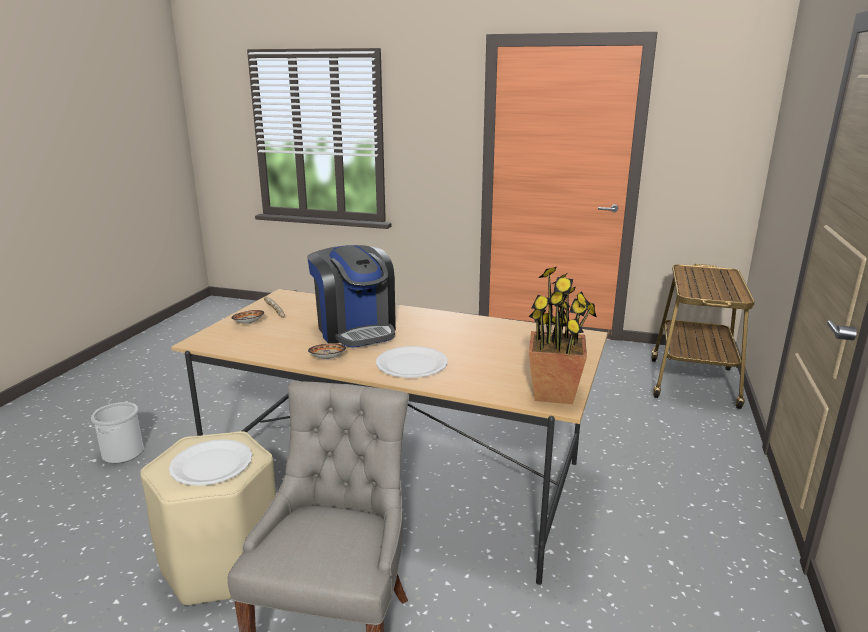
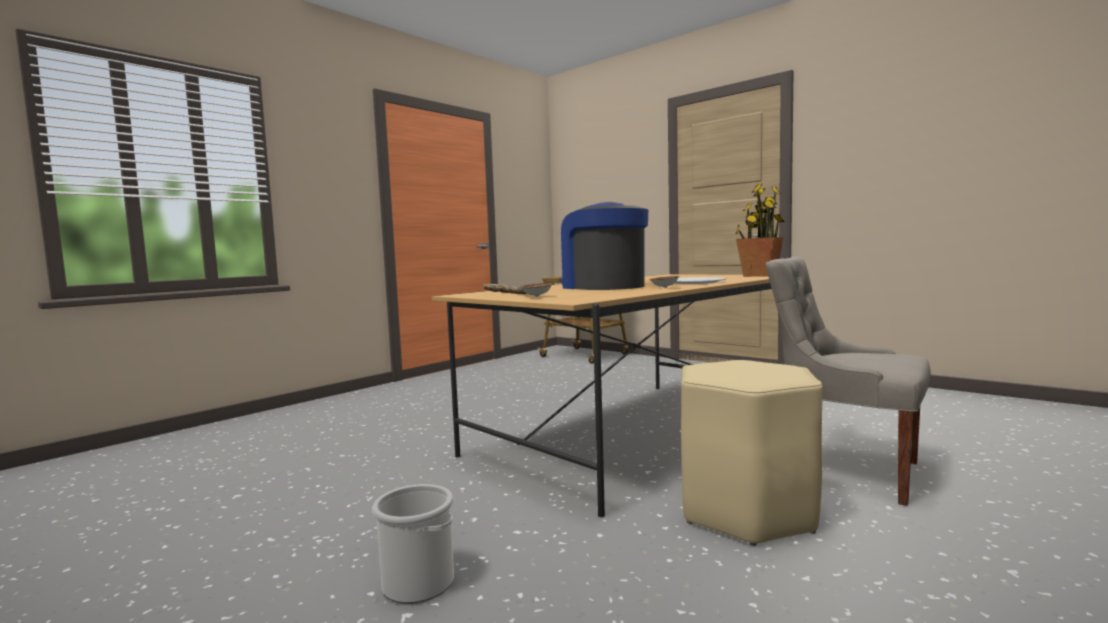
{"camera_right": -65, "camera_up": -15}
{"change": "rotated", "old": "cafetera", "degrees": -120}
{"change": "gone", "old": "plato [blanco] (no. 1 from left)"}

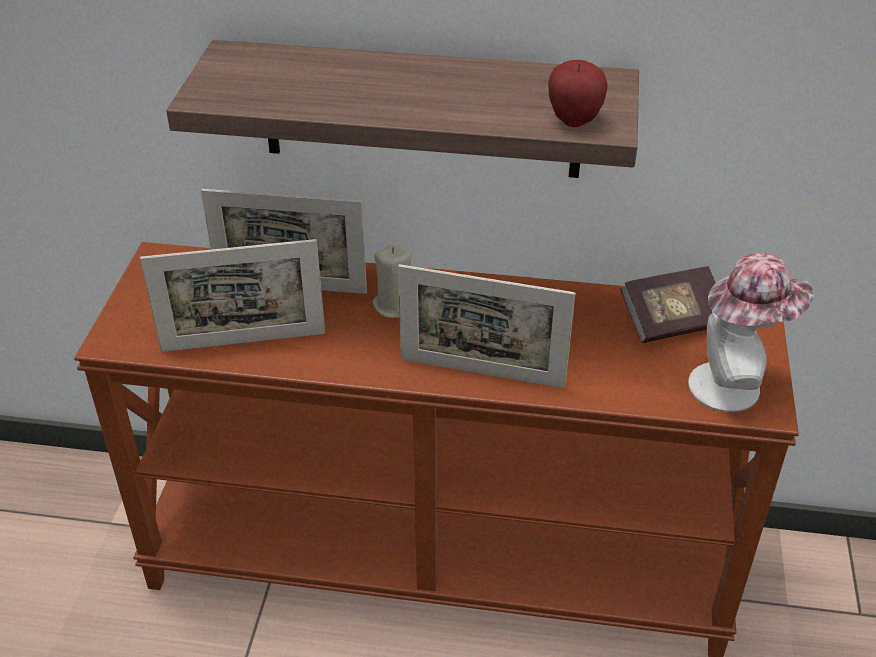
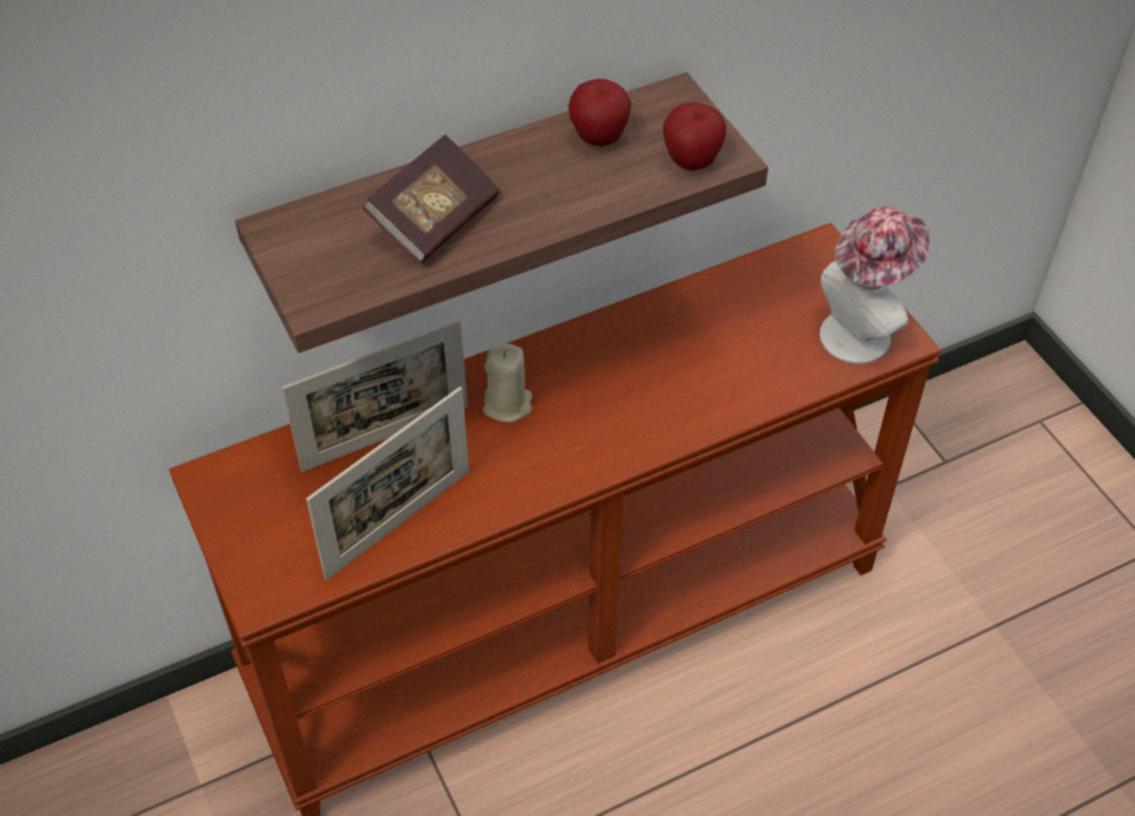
{"camera_right": -35, "camera_up": 10}
{"change": "shifted", "old": "libro"}
{"change": "new", "new": "manzana (no. 1 from left)"}
{"change": "gone", "old": "portarretratos (no. 3 from left)"}

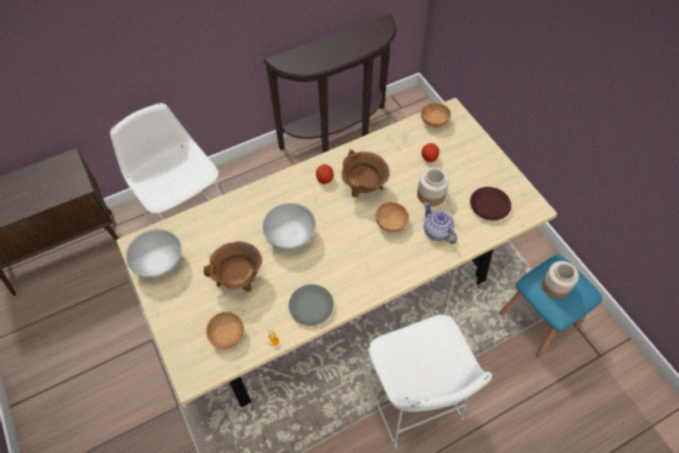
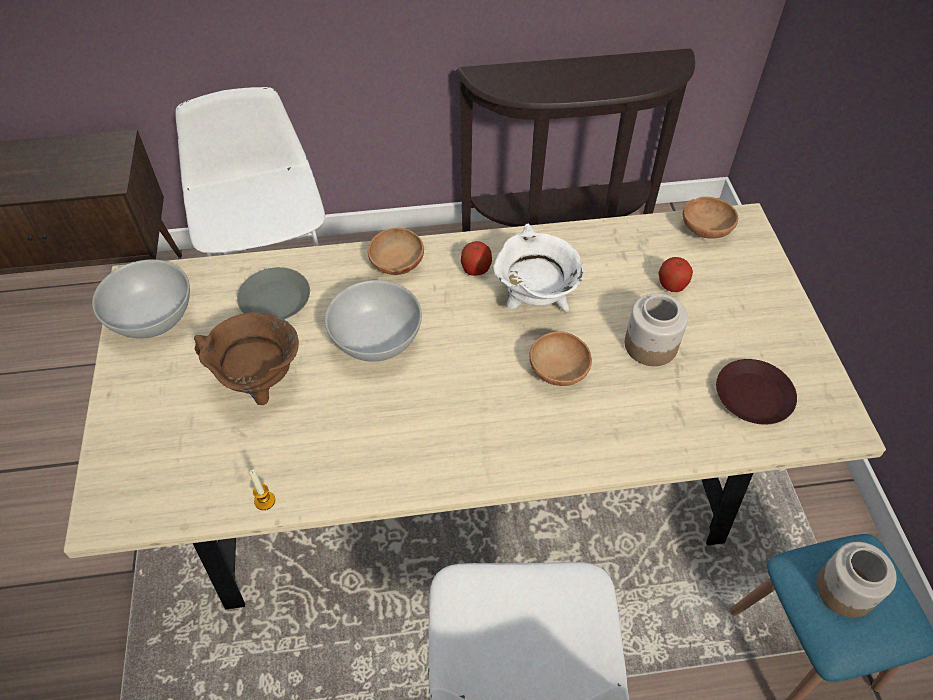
{"camera_right": 20, "camera_up": -5}
{"change": "shifted", "old": "plato [gris]"}
{"change": "shifted", "old": "cuenco [marrón] (no. 1 from left)"}
{"change": "repainted", "old": "olla [marrón] (no. 2 from left)", "new": "olla [blanco]"}
{"change": "gone", "old": "tetera"}

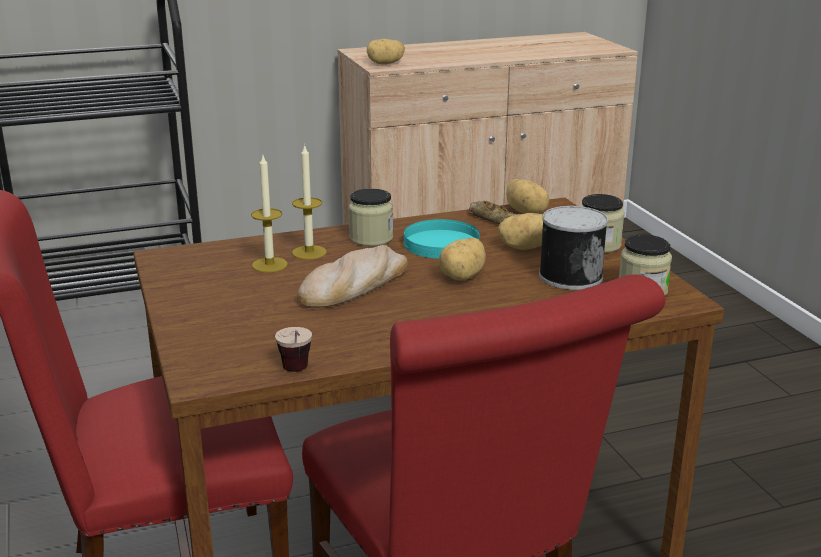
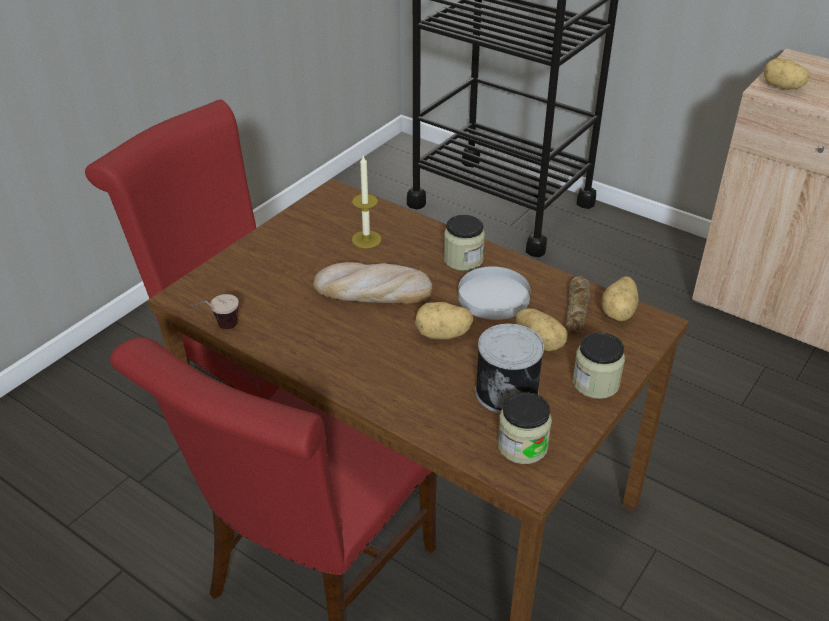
{"camera_right": 55, "camera_up": 15}
{"change": "repainted", "old": "plato [turquesa]", "new": "plato [blanco]"}
{"change": "gone", "old": "vela (no. 2 from left)"}

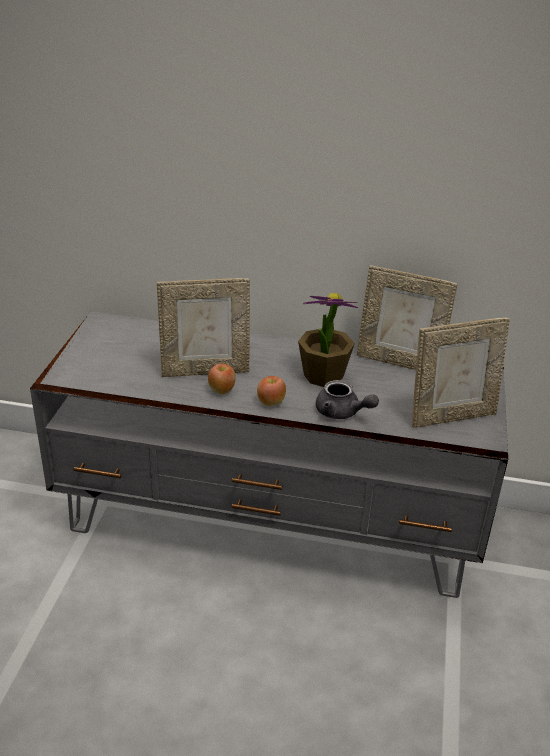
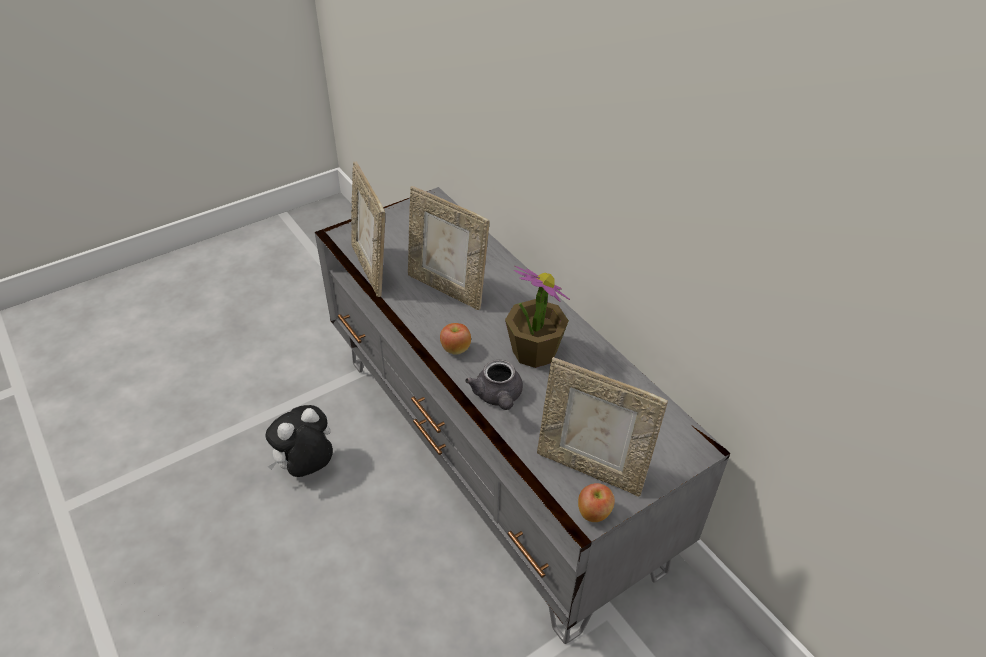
{"camera_right": 45, "camera_up": 10}
{"change": "new", "new": "peluche"}
{"change": "shifted", "old": "portarretratos (no. 2 from left in the first image)", "new": "portarretratos (no. 1 from left)"}
{"change": "shifted", "old": "manzana (no. 1 from left in the first image)", "new": "manzana (no. 2 from left)"}

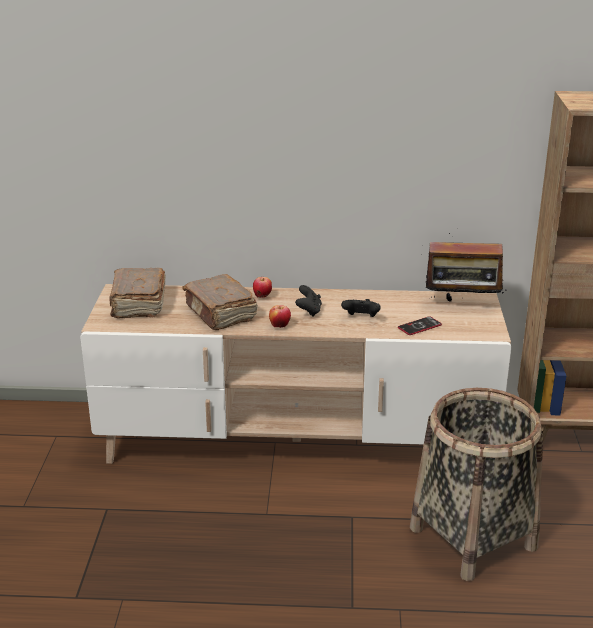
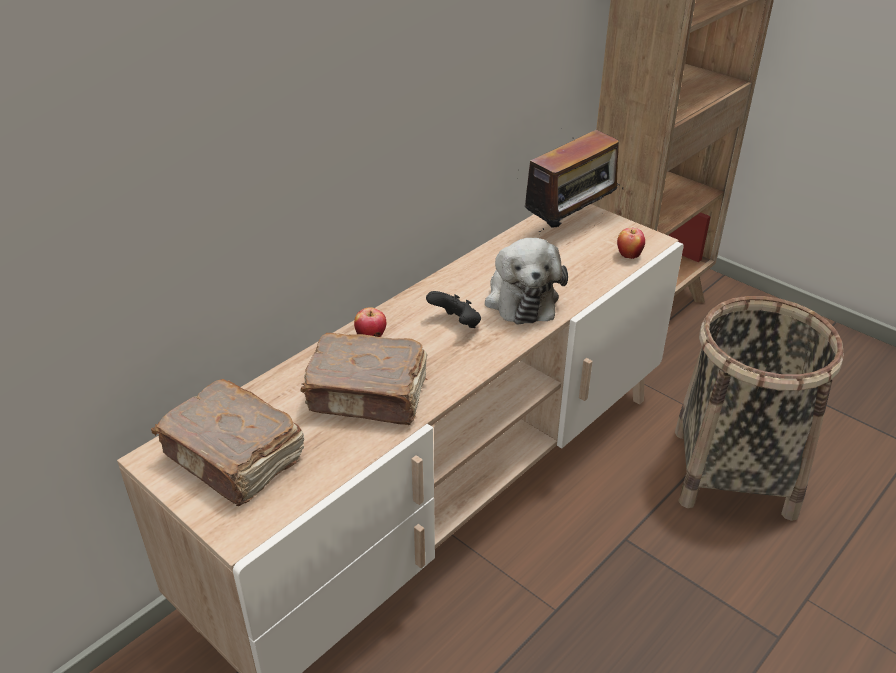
{"camera_right": -50, "camera_up": 10}
{"change": "swapped", "old": "mando de consola [negro] (no. 2 from left)", "new": "peluche"}
{"change": "shifted", "old": "manzana (no. 2 from left)"}
{"change": "gone", "old": "móvil"}

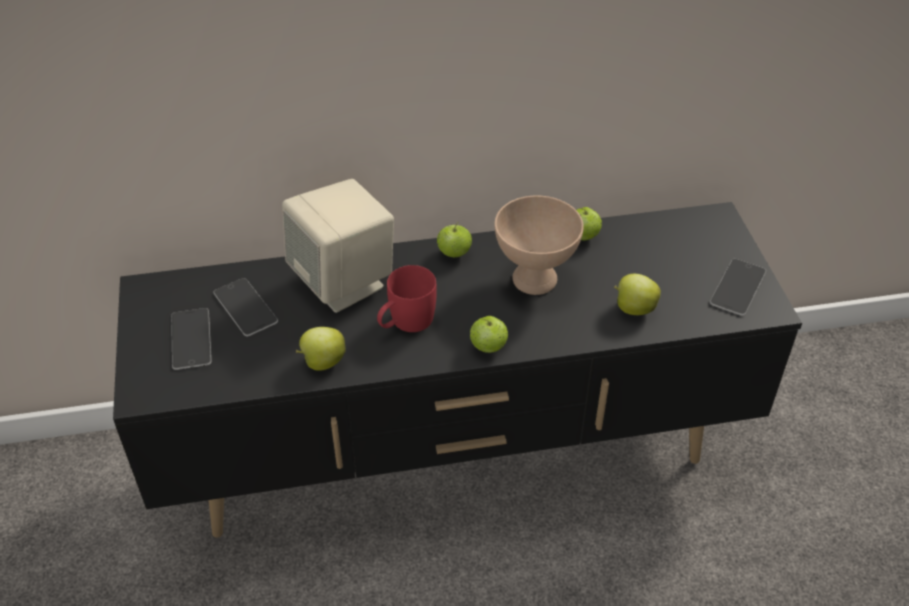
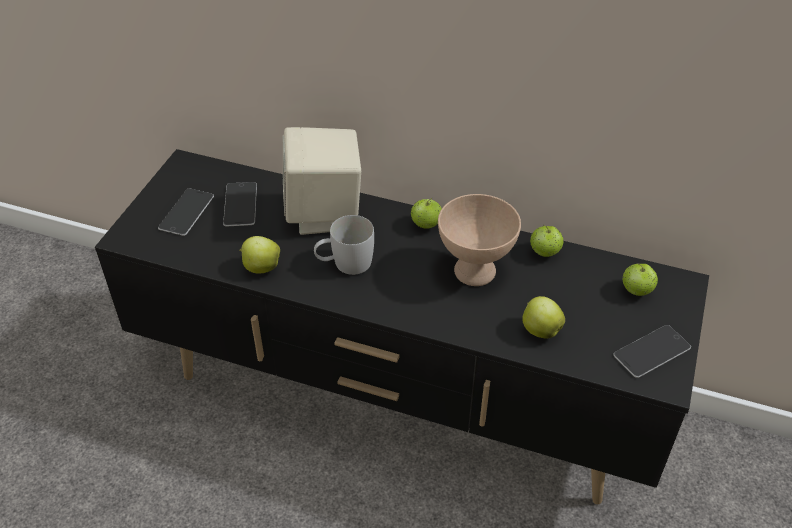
{"camera_right": 30, "camera_up": 0}
{"change": "repainted", "old": "taza grande [rojo]", "new": "taza grande [blanco]"}
{"change": "shifted", "old": "manzana (no. 3 from left in the first image)", "new": "manzana (no. 5 from left)"}

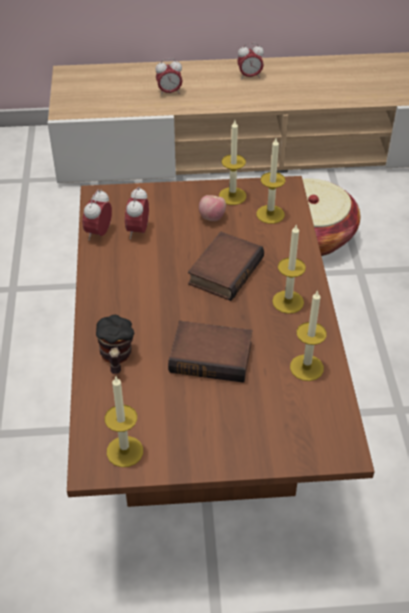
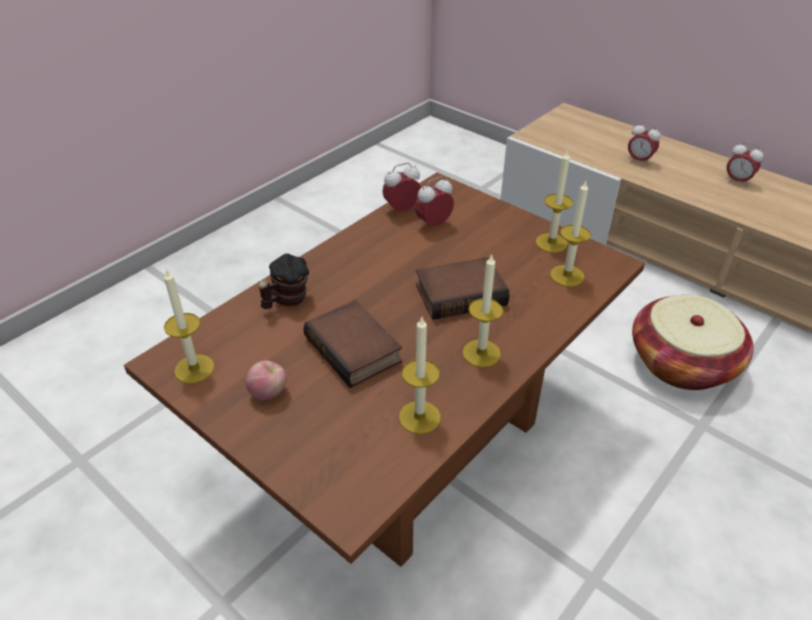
{"camera_right": 45, "camera_up": -5}
{"change": "shifted", "old": "manzana"}

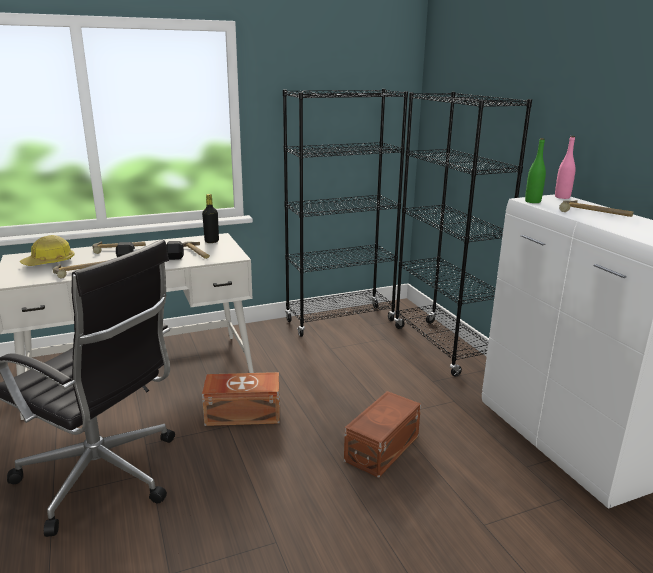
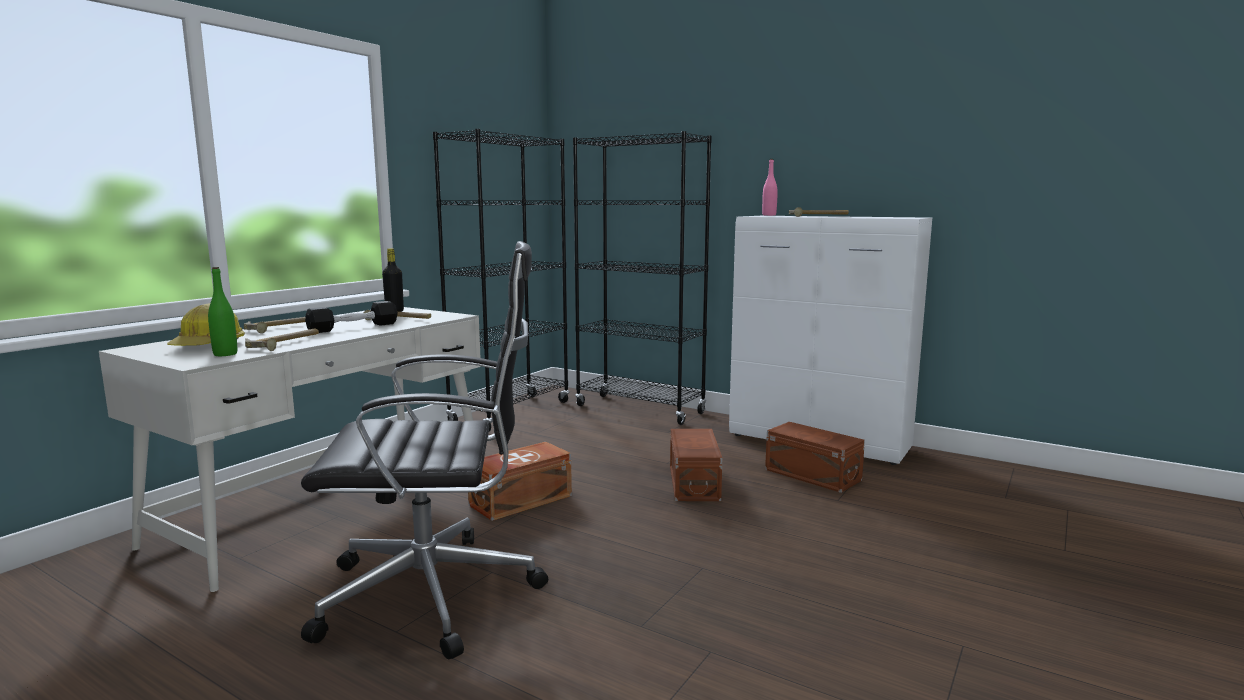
{"camera_right": -35, "camera_up": -10}
{"change": "shifted", "old": "botella [verde]"}
{"change": "new", "new": "caja de almacenaje [marrón] (no. 3 from left)"}

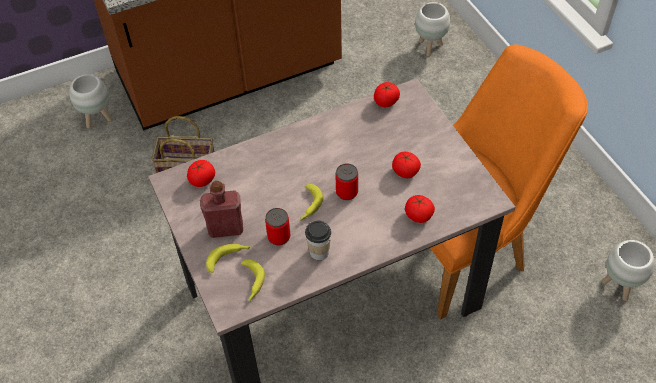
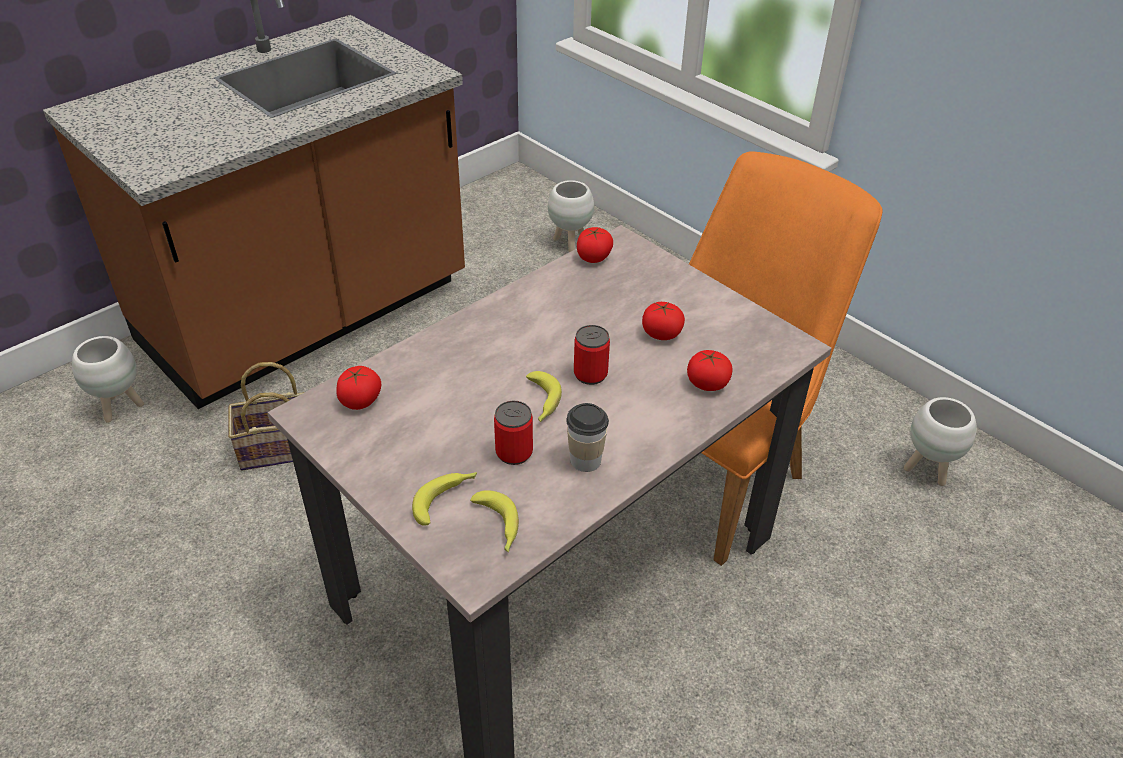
{"camera_right": -20, "camera_up": -10}
{"change": "gone", "old": "botella [rojo]"}

